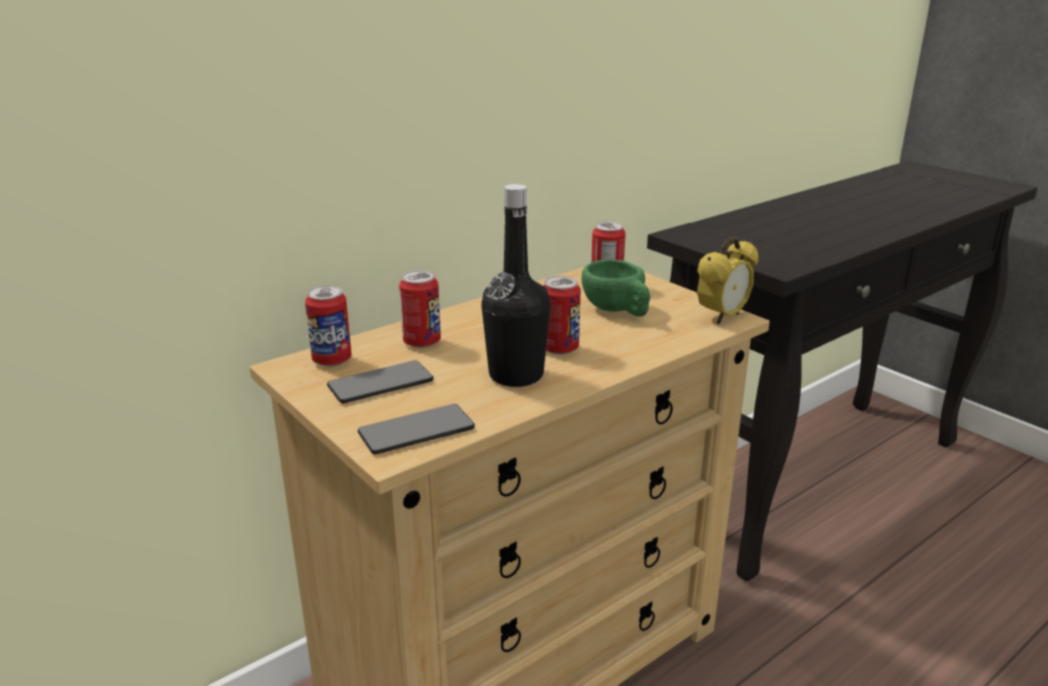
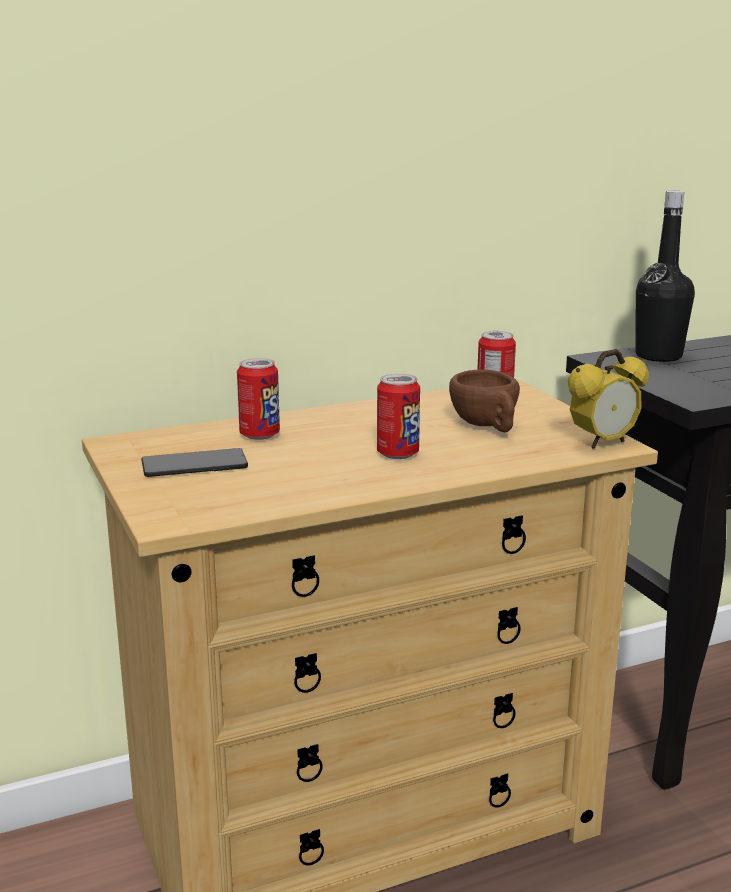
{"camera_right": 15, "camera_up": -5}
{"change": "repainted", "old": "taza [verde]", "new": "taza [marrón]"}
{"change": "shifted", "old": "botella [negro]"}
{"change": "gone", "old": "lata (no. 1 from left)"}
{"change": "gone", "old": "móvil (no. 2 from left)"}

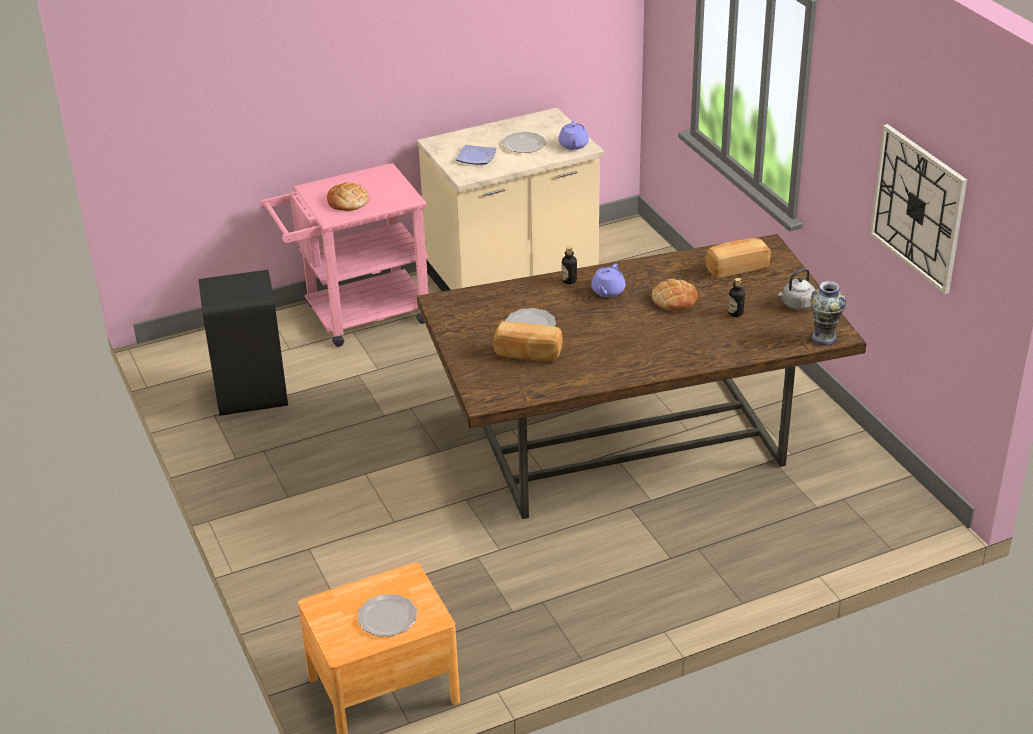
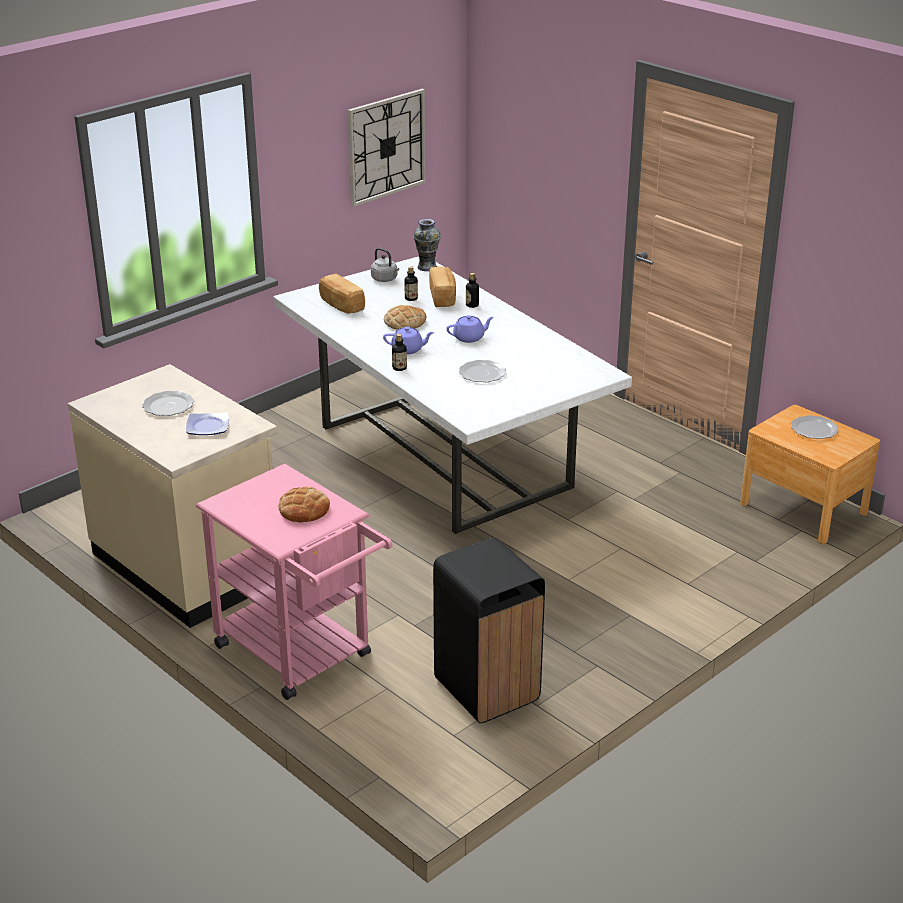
{"camera_right": -110, "camera_up": -5}
{"change": "repainted", "old": "mesa de comedor [marrón]", "new": "mesa de comedor [blanco]"}
{"change": "shifted", "old": "pan (no. 2 from left in the first image)", "new": "pan (no. 4 from left)"}
{"change": "shifted", "old": "tetera [morado] (no. 1 from left in the first image)", "new": "tetera [morado] (no. 2 from left)"}
{"change": "new", "new": "botella (no. 3 from left)"}

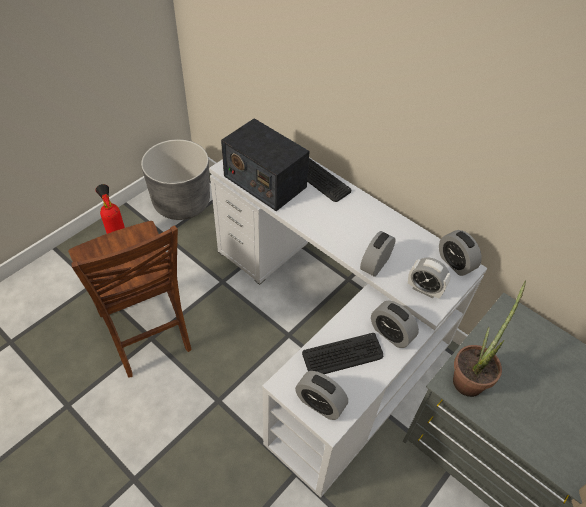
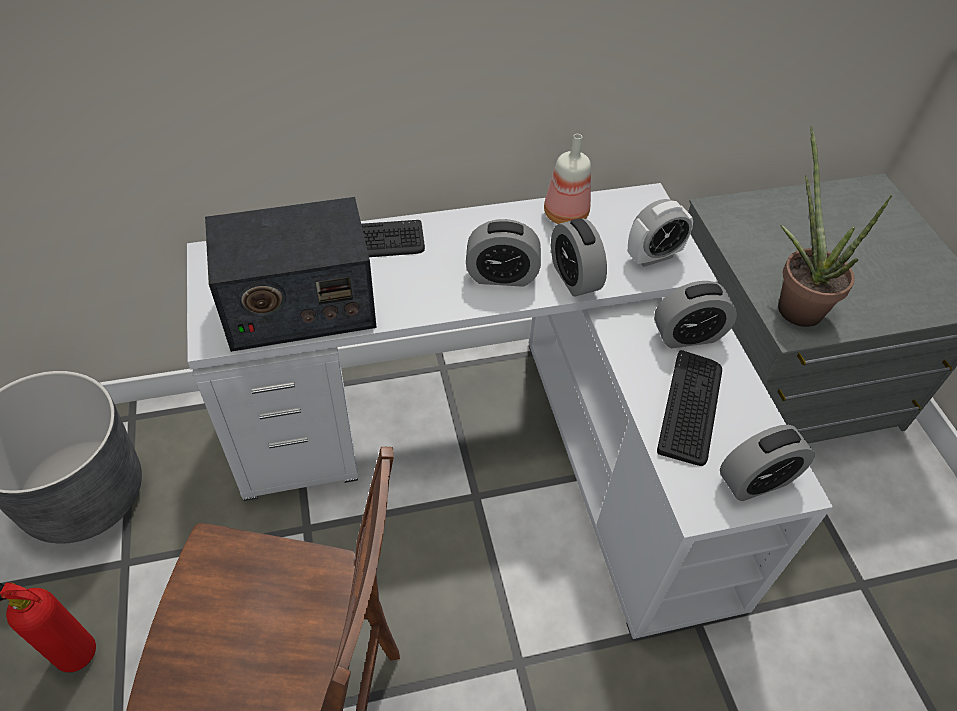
{"camera_right": -55, "camera_up": 0}
{"change": "shifted", "old": "despertador (no. 5 from left in the first image)", "new": "despertador (no. 1 from left)"}
{"change": "new", "new": "botella"}

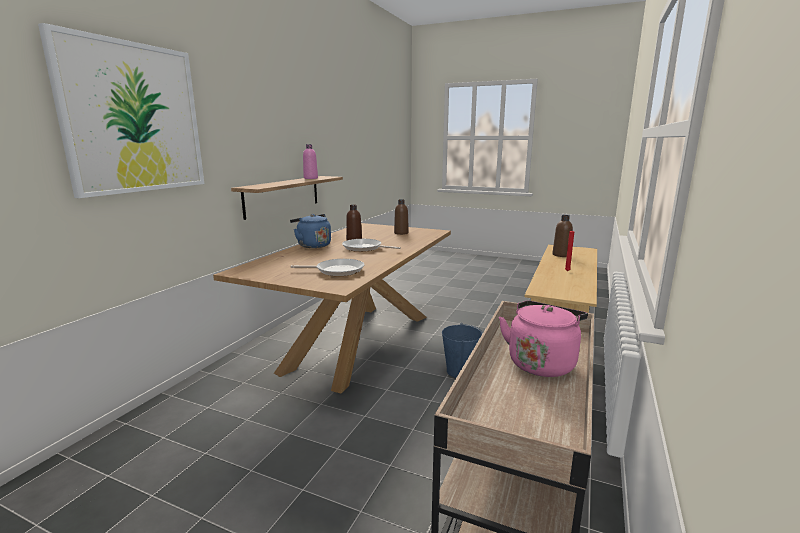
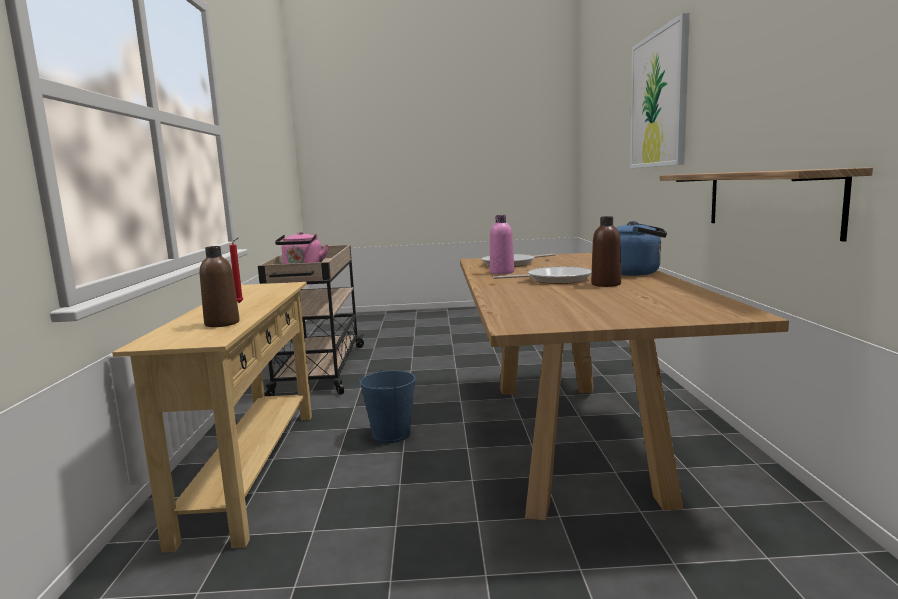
{"camera_right": 155, "camera_up": -5}
{"change": "shifted", "old": "botella [rosa]"}
{"change": "gone", "old": "botella [marrón] (no. 2 from left)"}

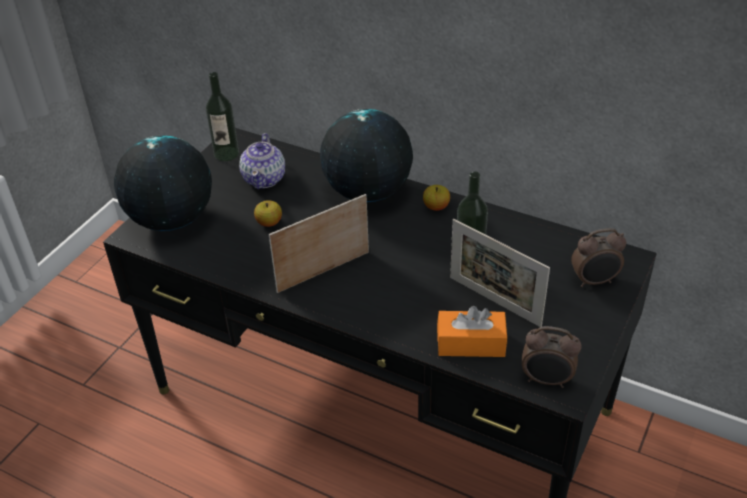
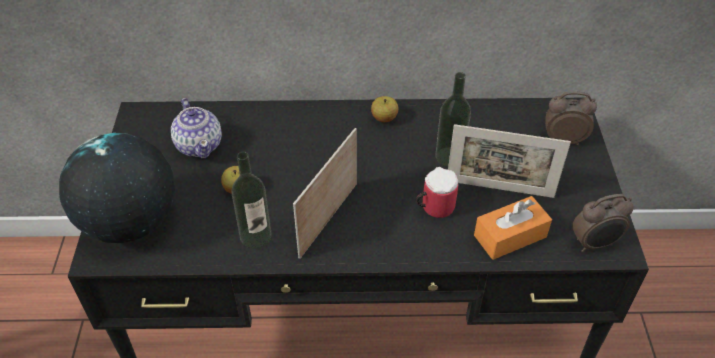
{"camera_right": -30, "camera_up": 5}
{"change": "shifted", "old": "botella (no. 1 from left)"}
{"change": "new", "new": "taza grande"}
{"change": "rotated", "old": "despertador (no. 2 from left in the first image)", "degrees": -135}
{"change": "gone", "old": "globo terráqueo (no. 2 from left)"}

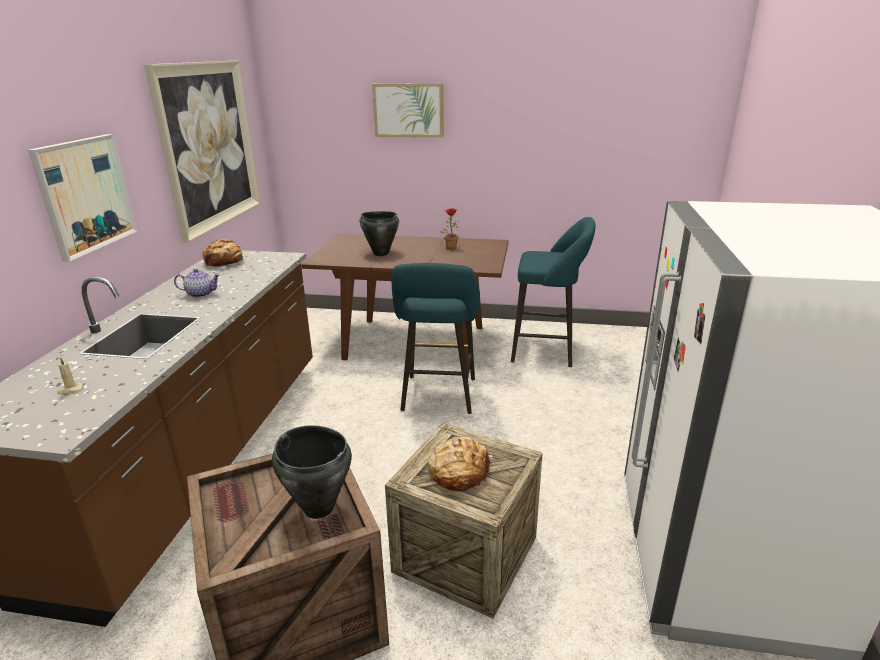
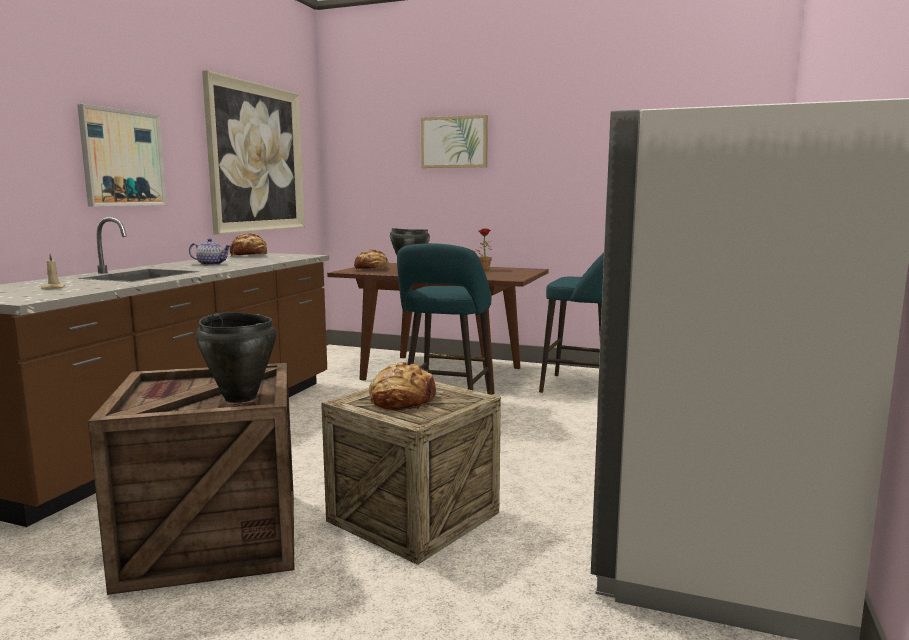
{"camera_right": 10, "camera_up": -15}
{"change": "new", "new": "pan (no. 2 from left)"}

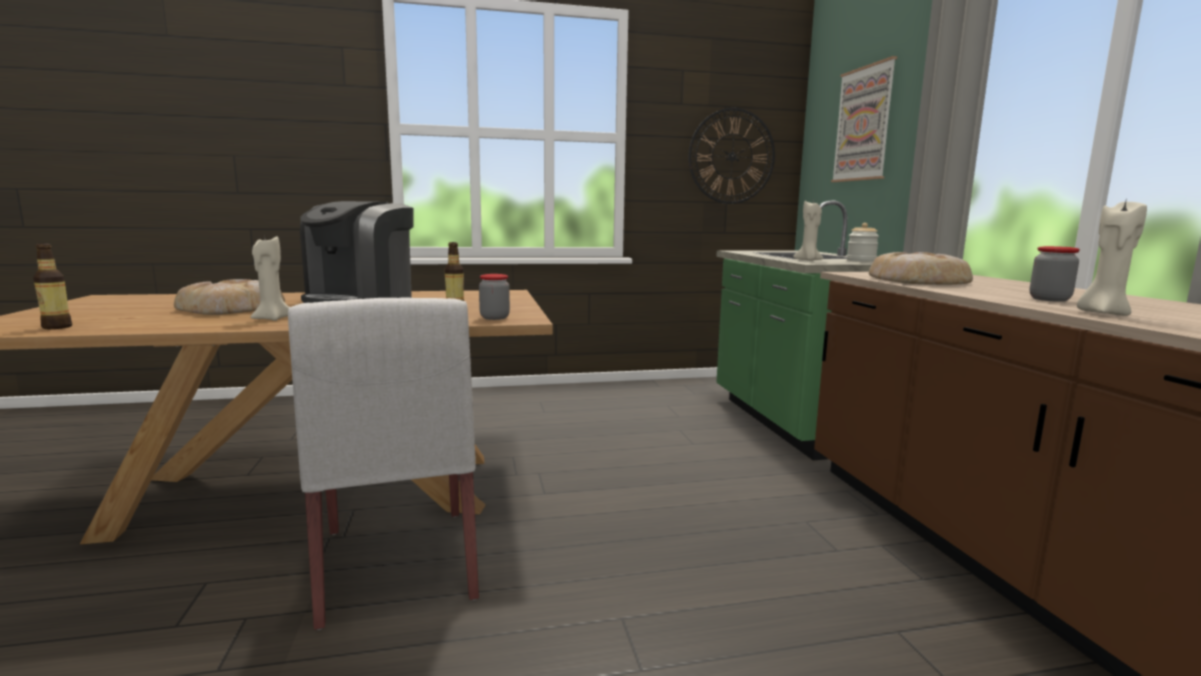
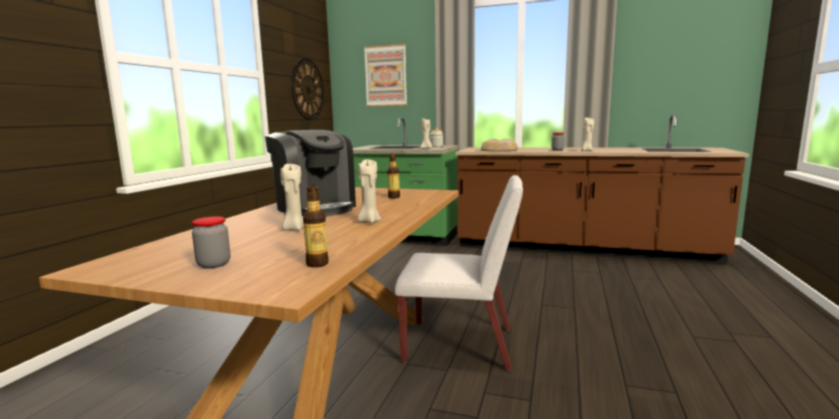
{"camera_right": -60, "camera_up": 0}
{"change": "shifted", "old": "tarro (no. 1 from left)"}
{"change": "swapped", "old": "pan (no. 1 from left)", "new": "vela [beis] (no. 1 from left)"}

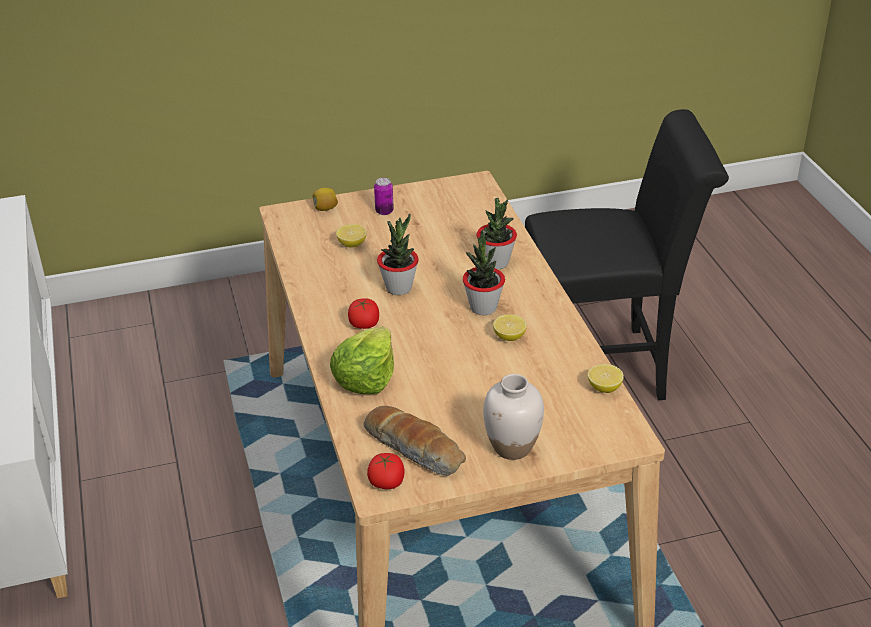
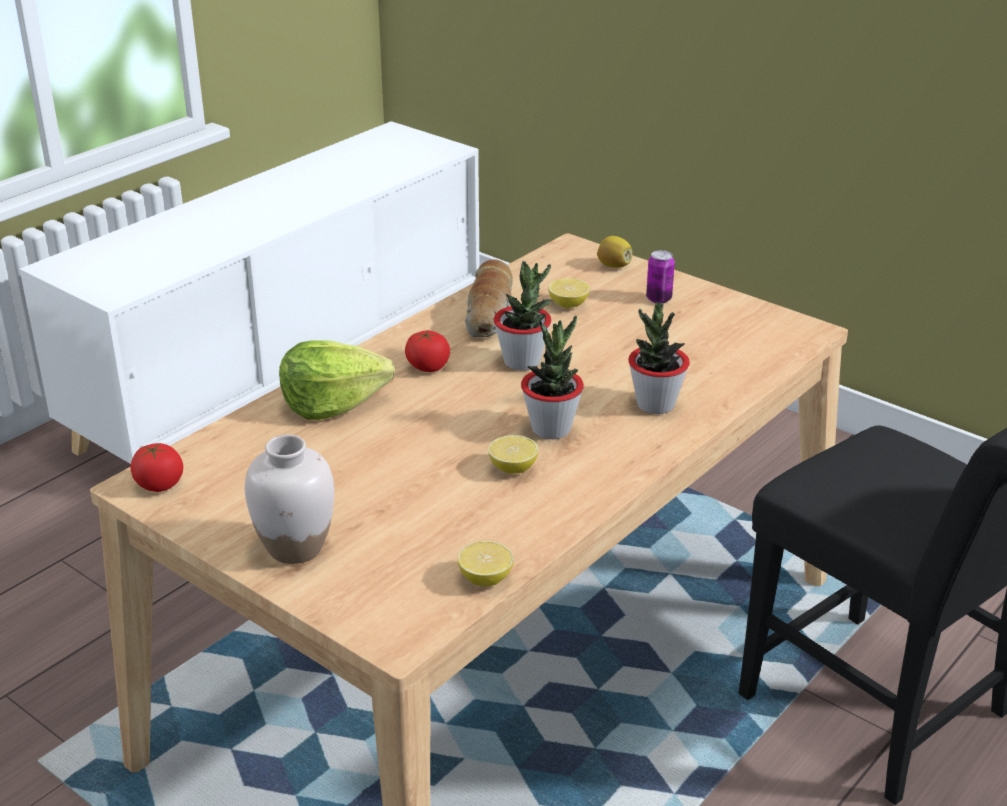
{"camera_right": 55, "camera_up": -5}
{"change": "shifted", "old": "pan"}

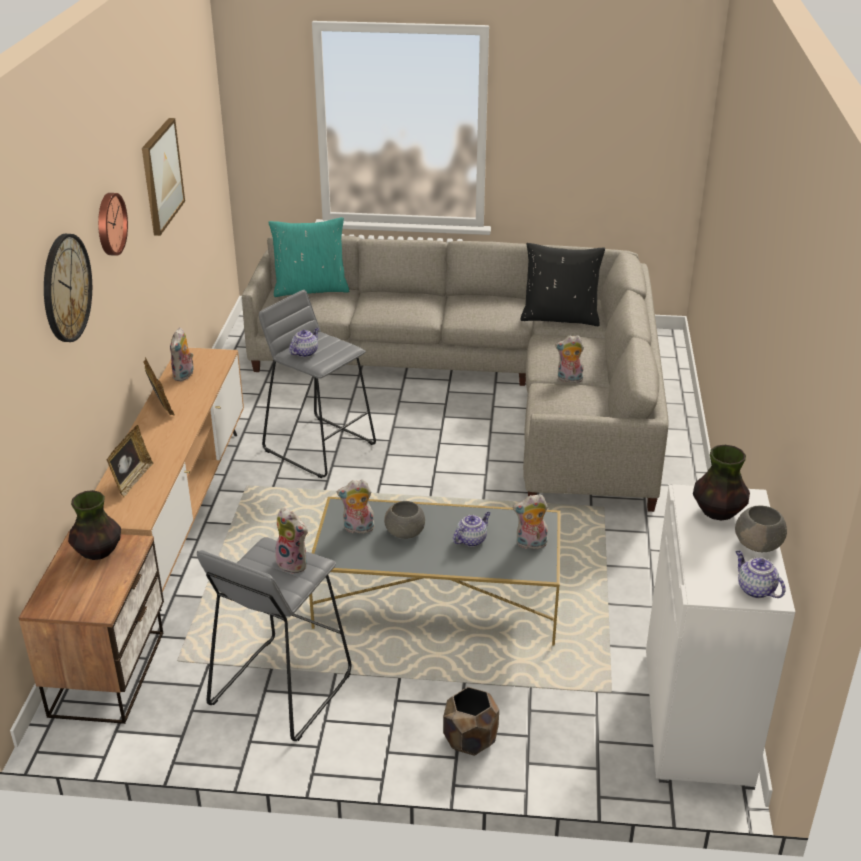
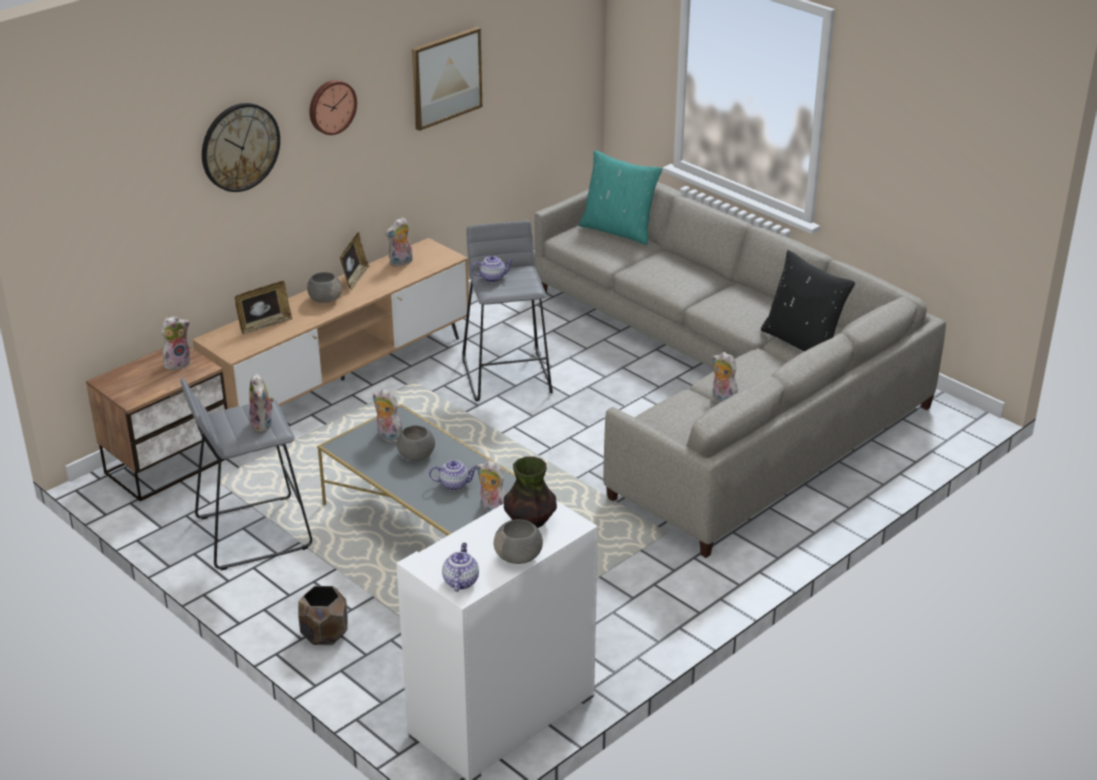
{"camera_right": 40, "camera_up": 0}
{"change": "swapped", "old": "florero (no. 1 from left)", "new": "peluche (no. 1 from left)"}
{"change": "new", "new": "cuenco [gris] (no. 1 from left)"}

